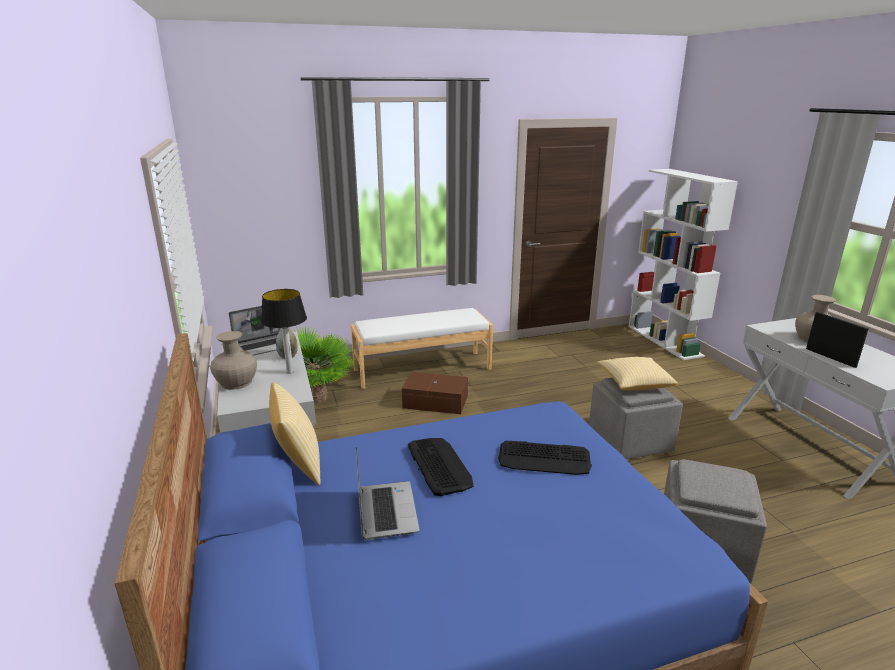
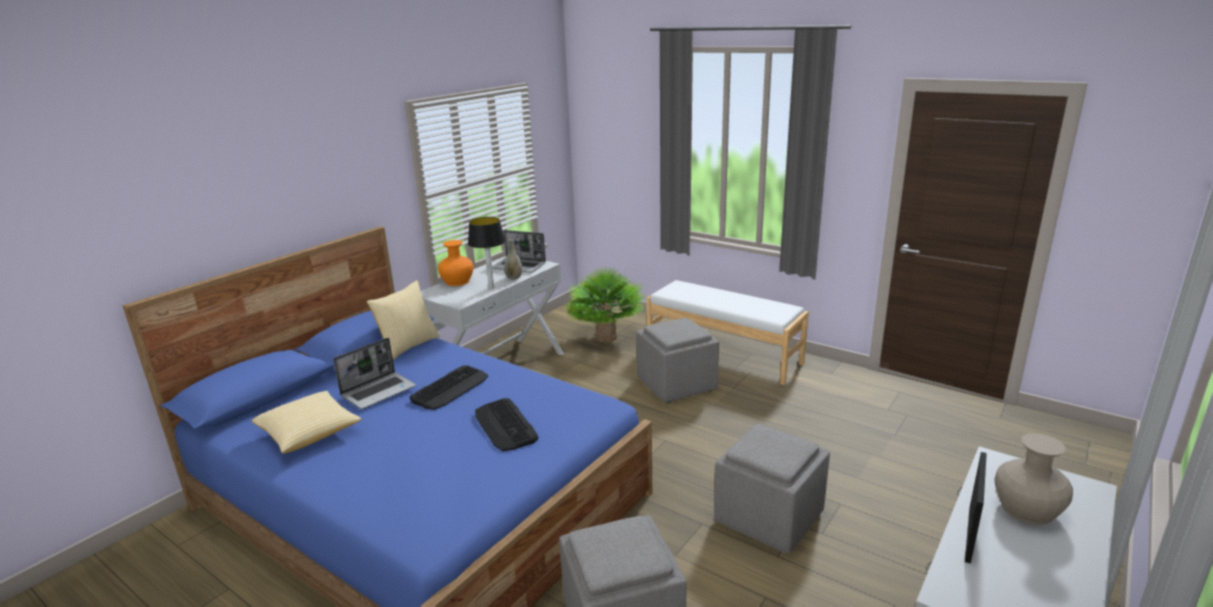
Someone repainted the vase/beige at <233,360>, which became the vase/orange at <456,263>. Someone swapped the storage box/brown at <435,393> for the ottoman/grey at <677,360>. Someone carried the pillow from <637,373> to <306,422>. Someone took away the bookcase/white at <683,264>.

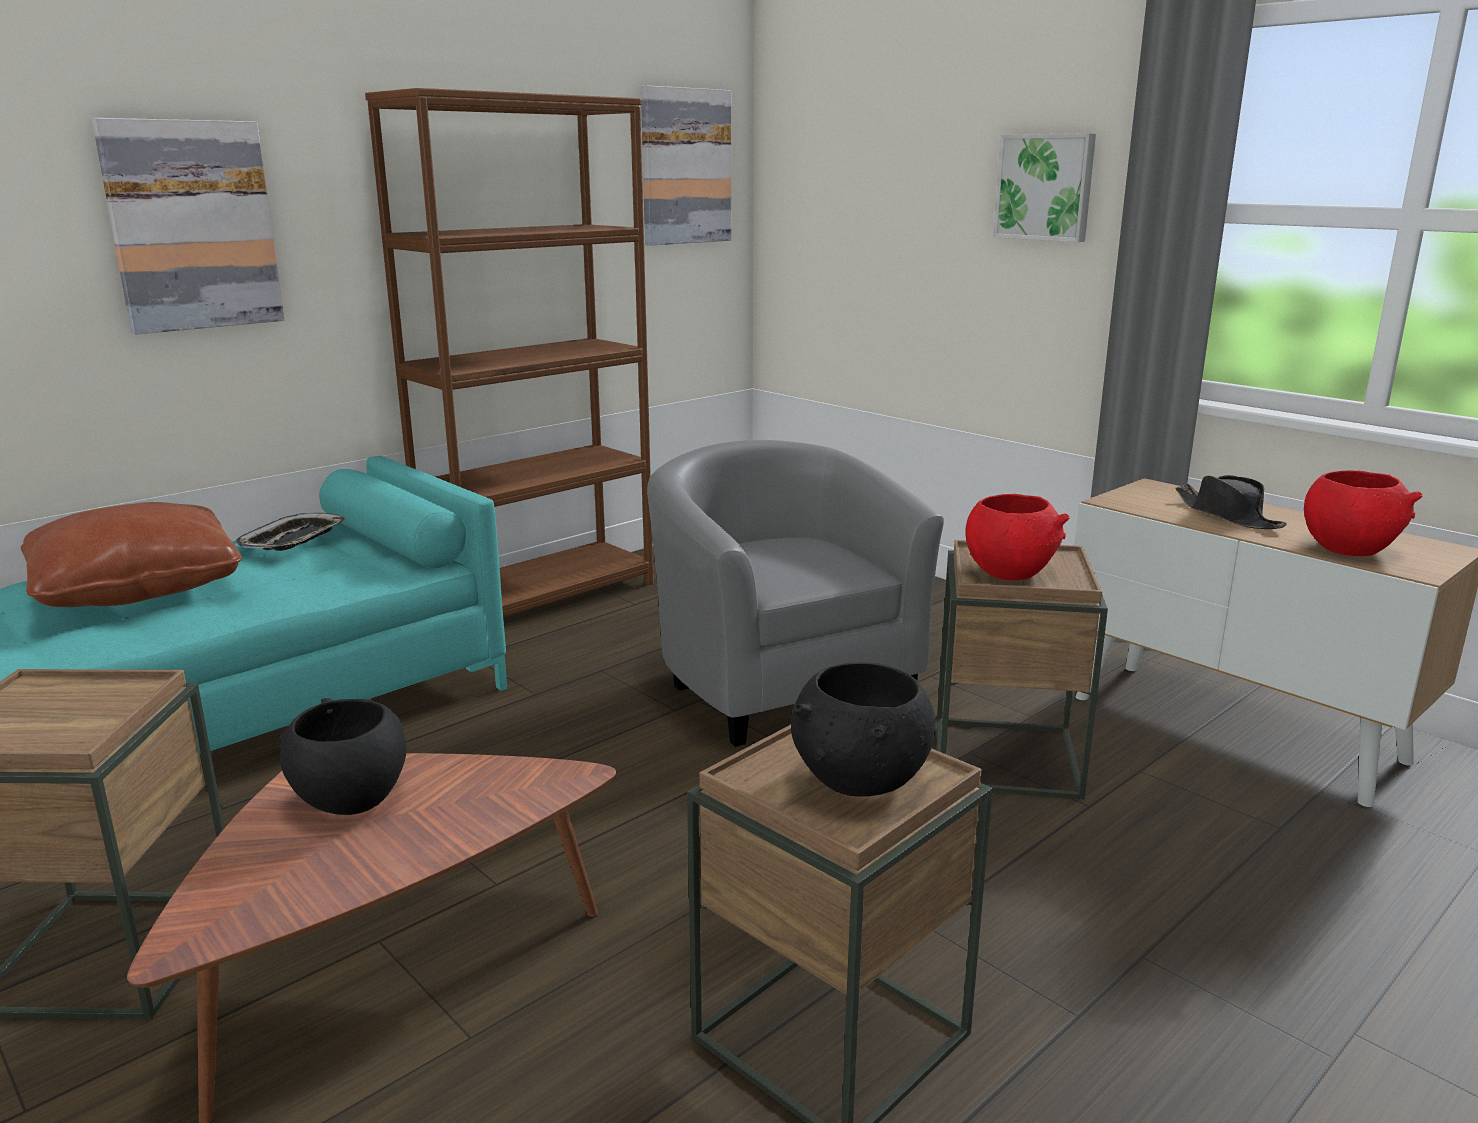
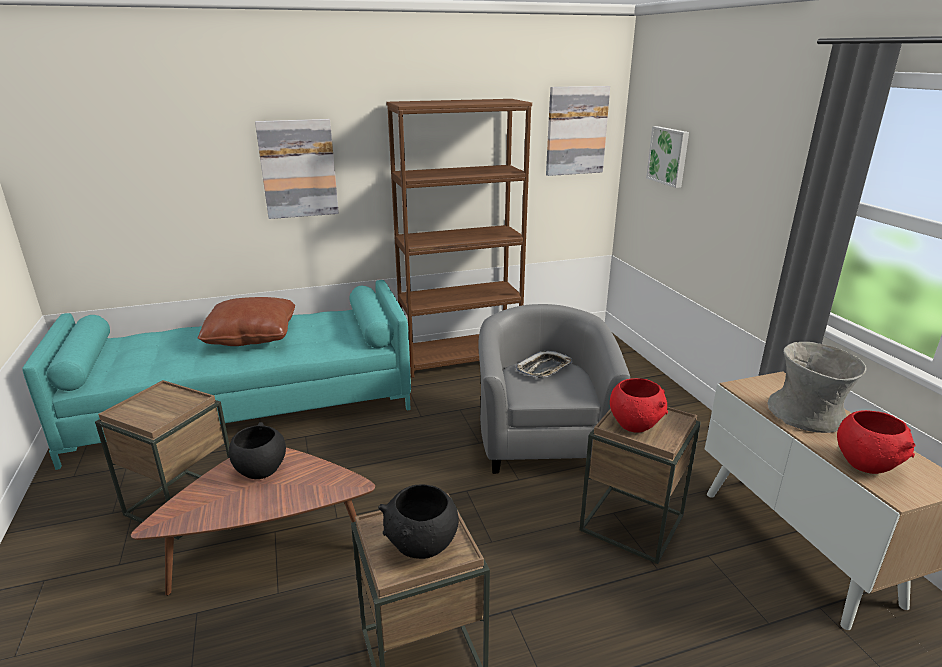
Someone carried the tray from <290,532> to <544,364>. Someone carried the picture from <1044,187> to <667,157>. Someone swapped the hat/black at <1231,502> for the vase/grey at <817,387>.

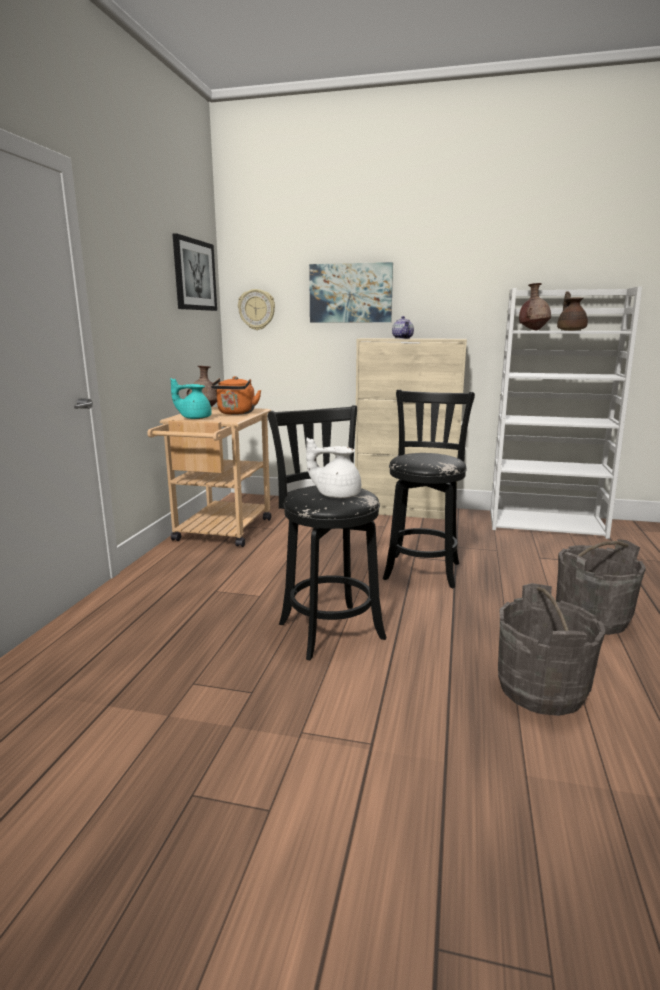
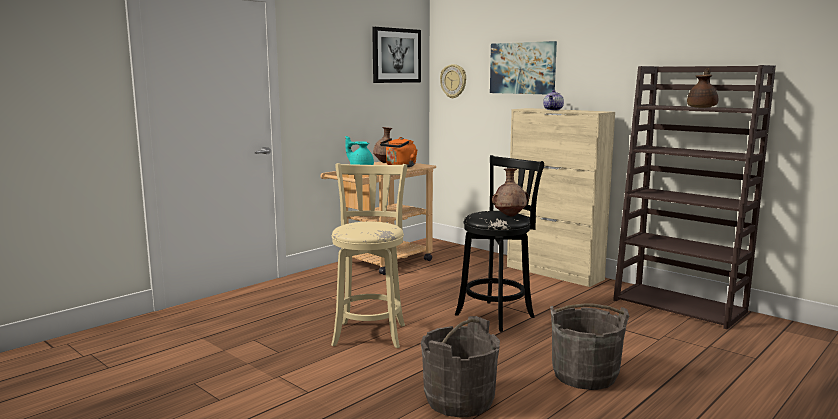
Someone repainted the stool/black at <327,533>, which became the stool/beige at <369,255>. Someone took away the teapot/white at <333,468>. Someone repainted the bookcase/white at <566,412>, which became the bookcase/brown at <694,197>. Someone carried the vase/brown from <535,306> to <510,192>.

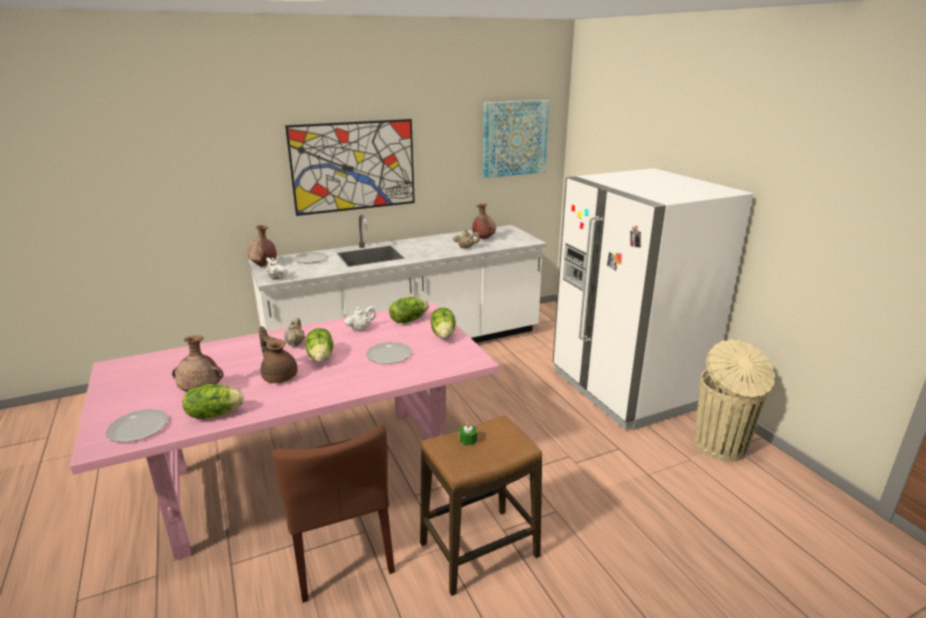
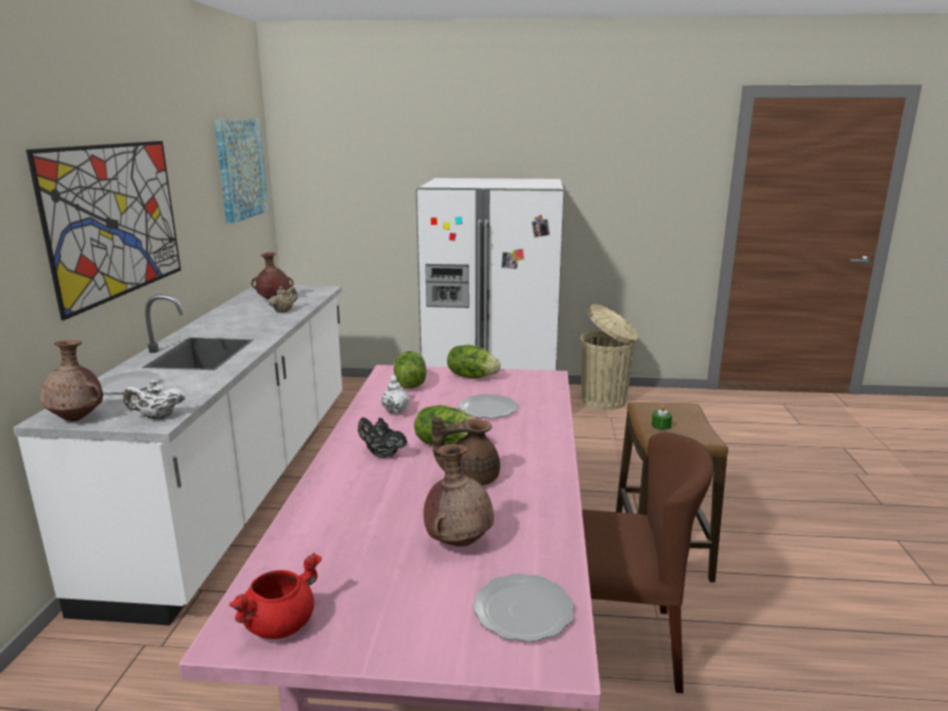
Someone took away the lettuce at <213,401>. Someone repainted the teapot/beige at <294,332>, which became the teapot/black at <382,438>. Someone put down the cooking pot/red at <275,596>.

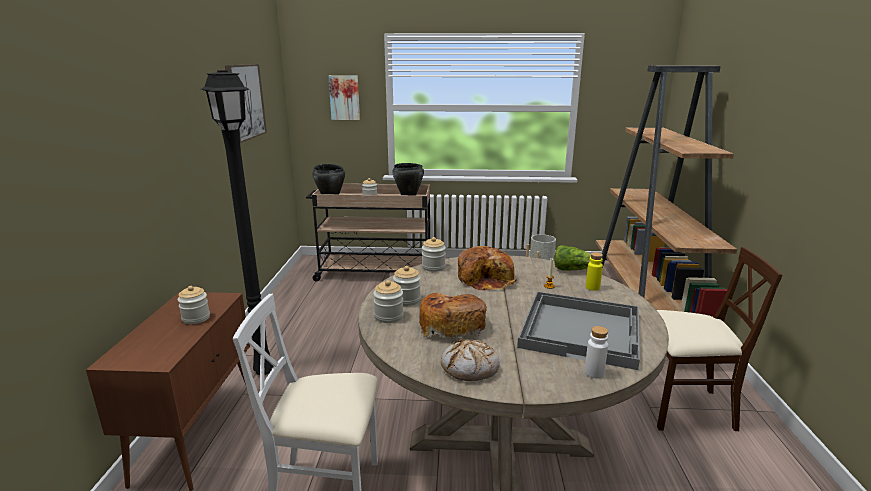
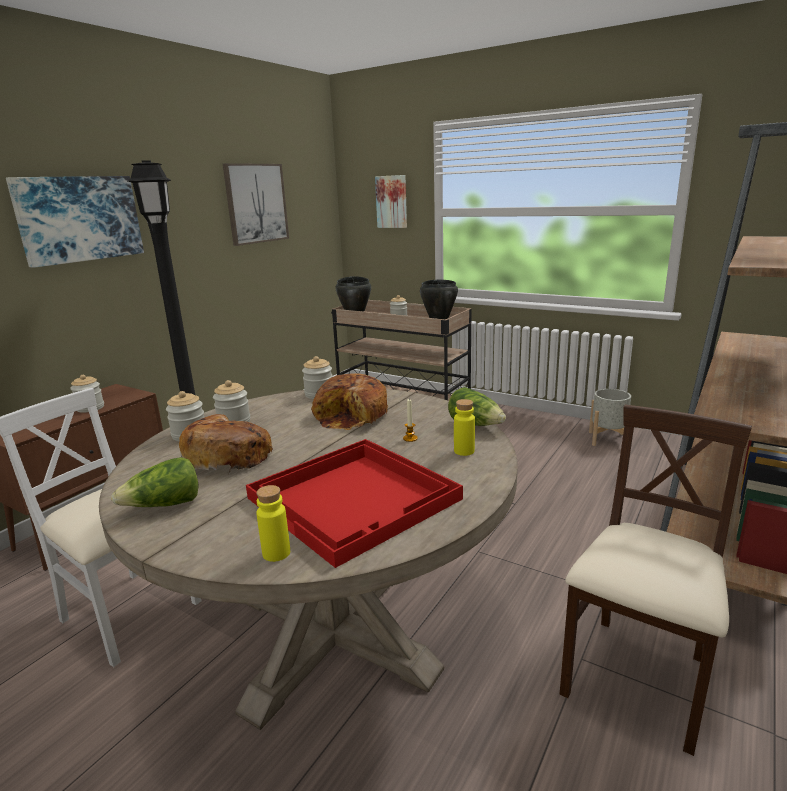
Someone swapped the bread at <470,360> for the lettuce at <155,482>. Someone repainted the tray/grey at <578,330>, which became the tray/red at <354,503>. Someone repainted the bottle/white at <596,352>, which became the bottle/yellow at <273,523>. Someone rotated the chair/beige at <720,339> by 90 degrees counterclockwise. Someone put up the picture at <75,222>.

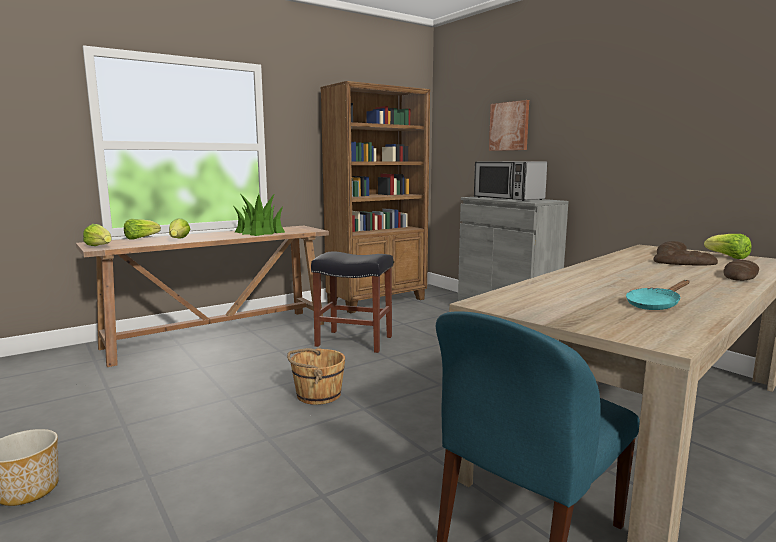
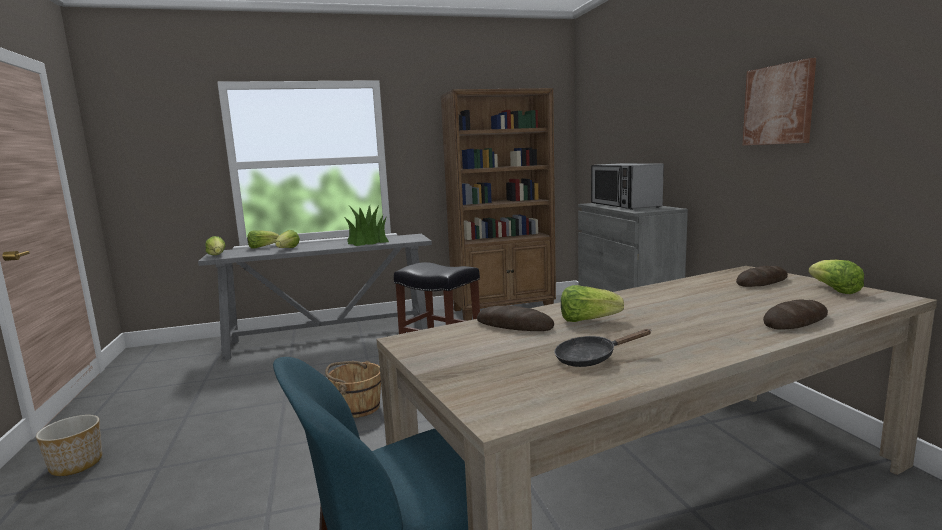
Someone repainted the console table/brown at <202,296>, which became the console table/grey at <315,297>. Someone carried the picture from <509,125> to <779,101>. Someone repainted the frying pan/turquoise at <657,295>, which became the frying pan/black at <603,348>. Someone carried the bread from <685,258> to <515,318>. Someone put down the lettuce at <592,303>.

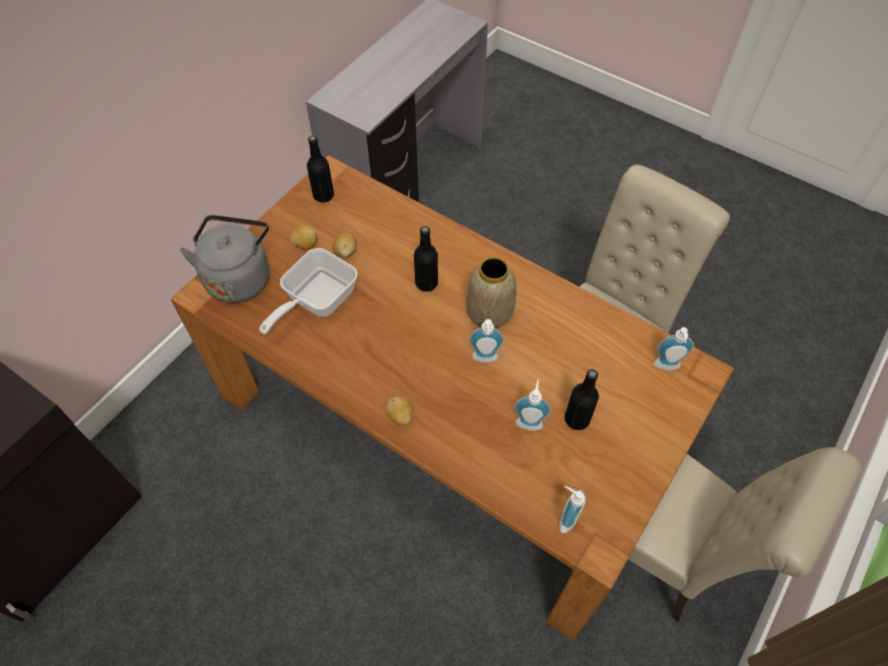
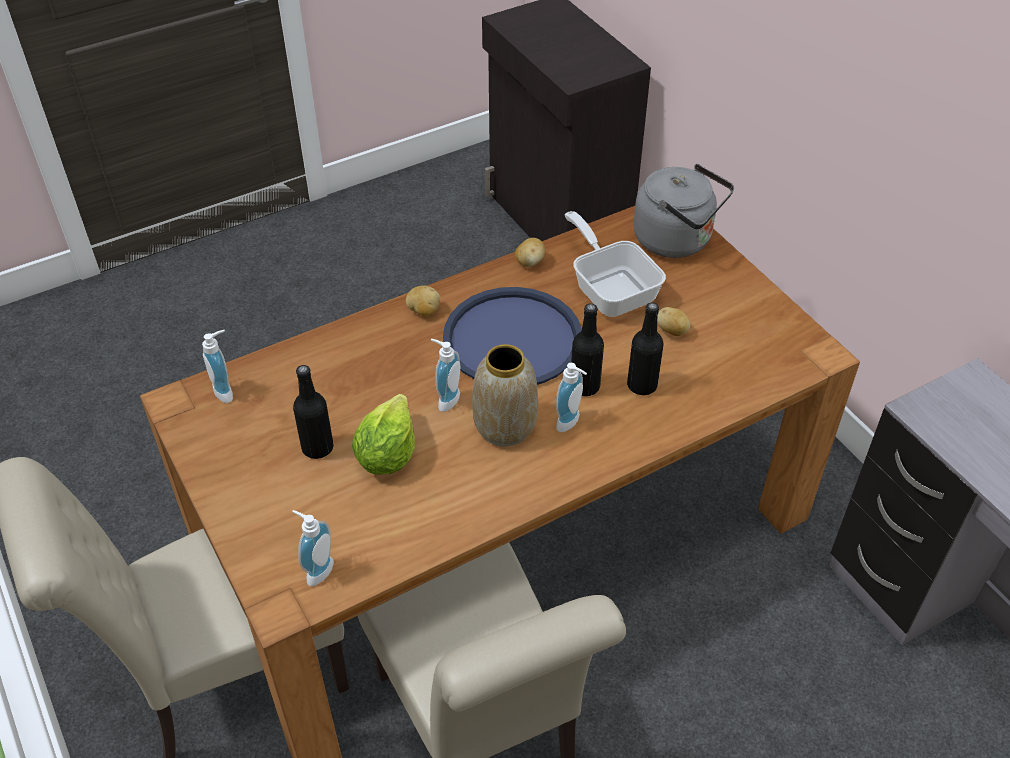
Someone carried the potato from <303,237> to <530,252>. Someone carried the bottle/black from <320,169> to <645,348>. Someone carried the soap dispenser from <532,405> to <571,397>. Someone put down the lettuce at <383,434>. Someone put down the tray/blue at <512,336>.

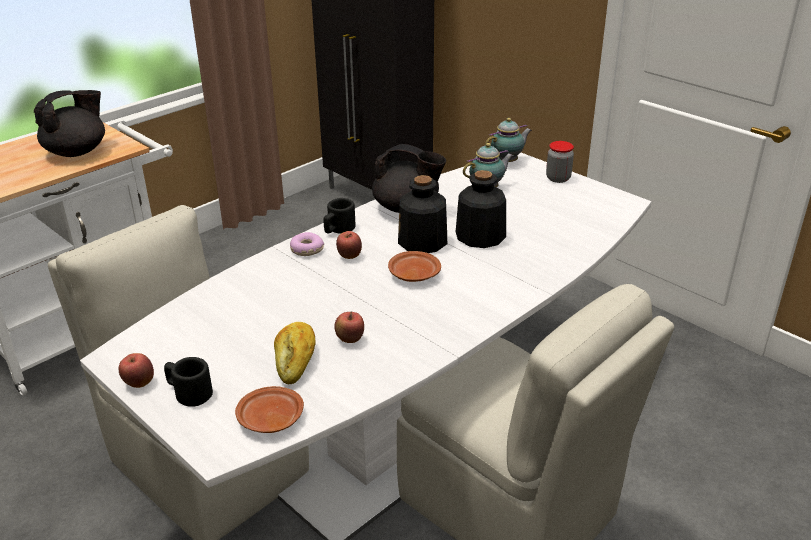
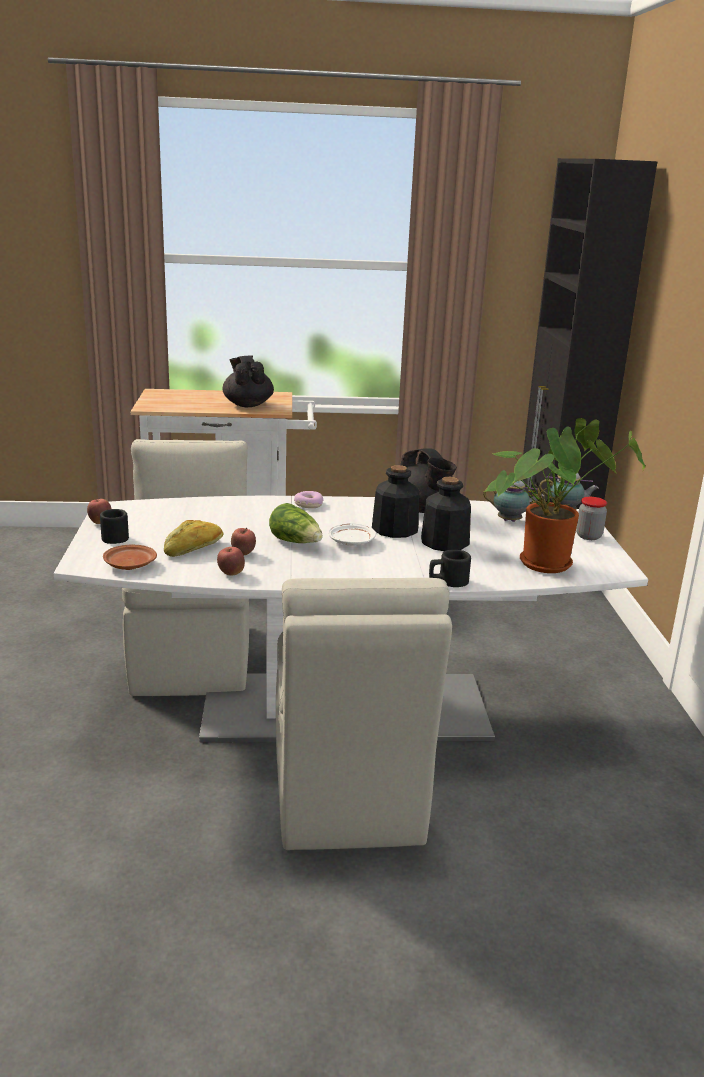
Someone rotated the teapot/black at <69,123> by 105 degrees counterclockwise. Someone carried the mug/black from <340,216> to <450,568>. Someone carried the apple from <349,245> to <231,561>. Someone repainted the plate/brown at <414,266>, which became the plate/white at <352,534>. Someone put down the lettuce at <296,523>. Someone put down the potted plant at <564,495>.

